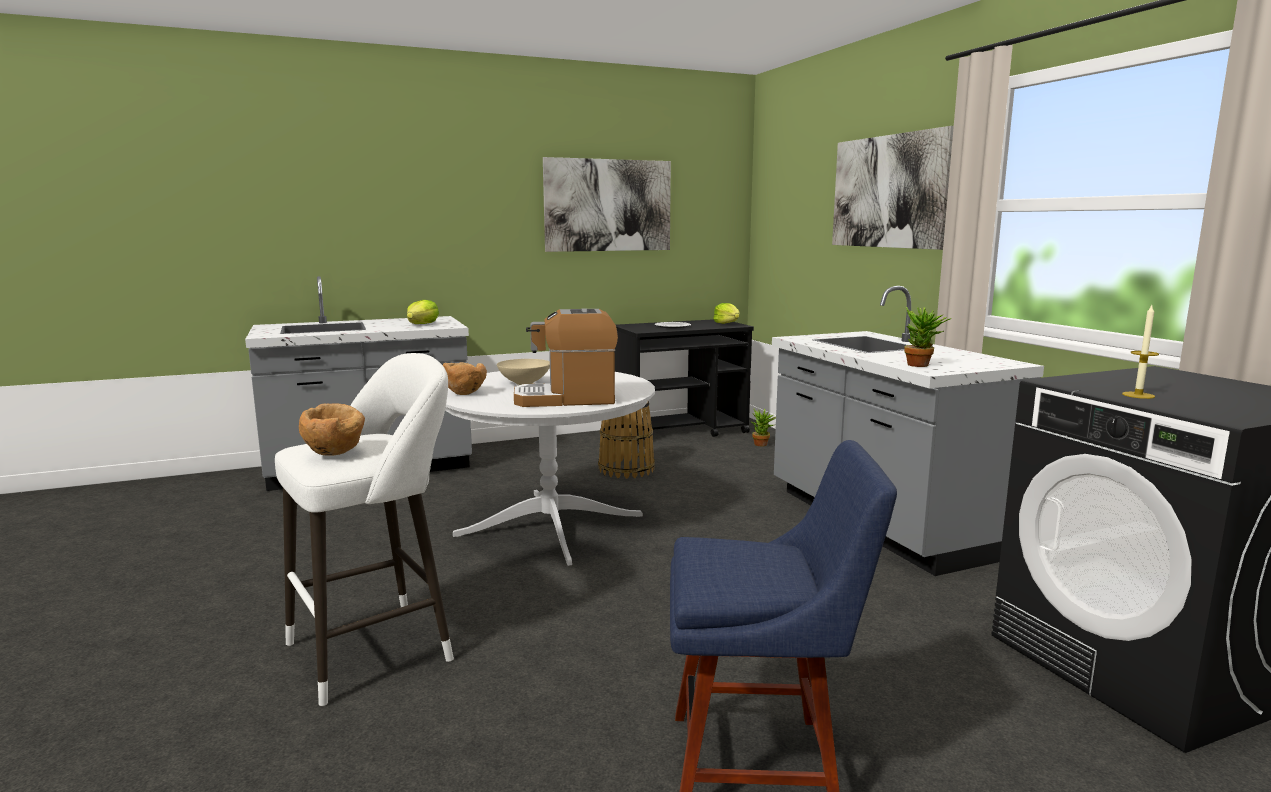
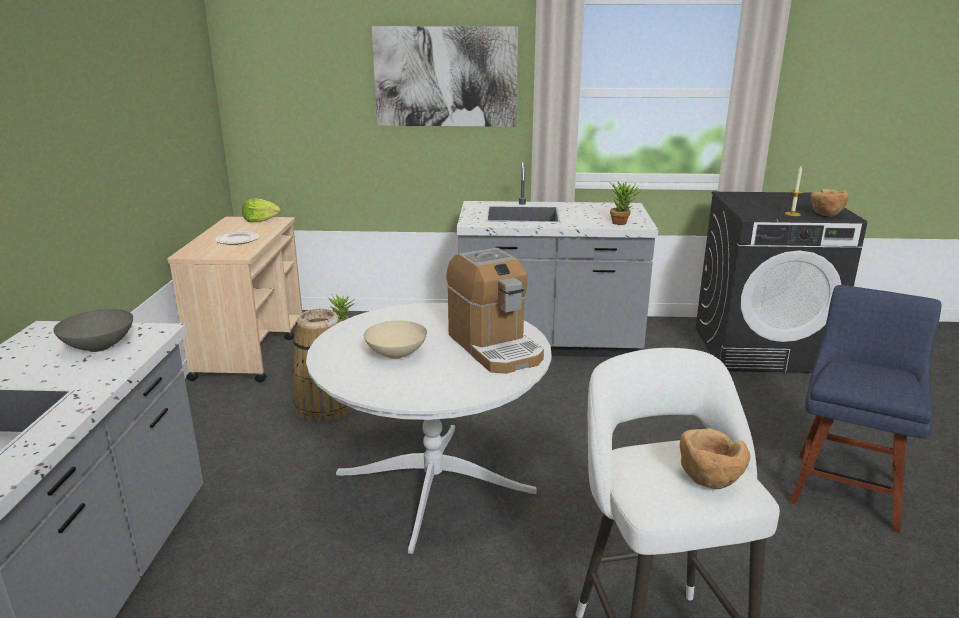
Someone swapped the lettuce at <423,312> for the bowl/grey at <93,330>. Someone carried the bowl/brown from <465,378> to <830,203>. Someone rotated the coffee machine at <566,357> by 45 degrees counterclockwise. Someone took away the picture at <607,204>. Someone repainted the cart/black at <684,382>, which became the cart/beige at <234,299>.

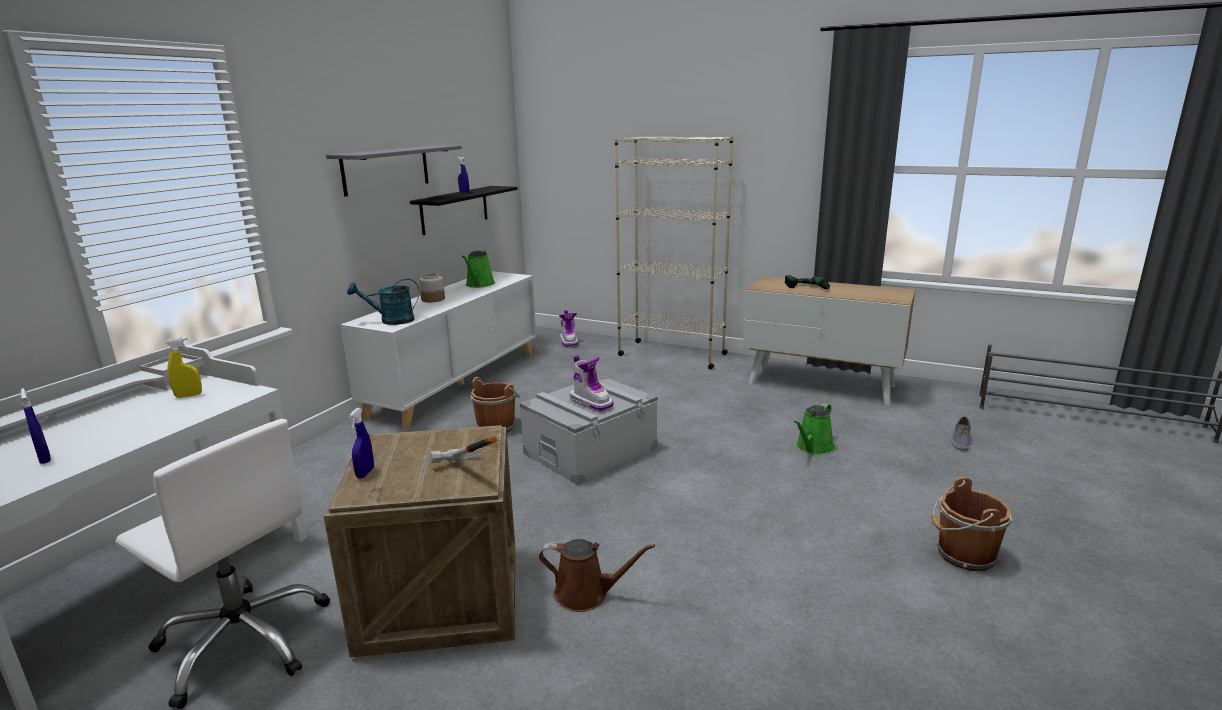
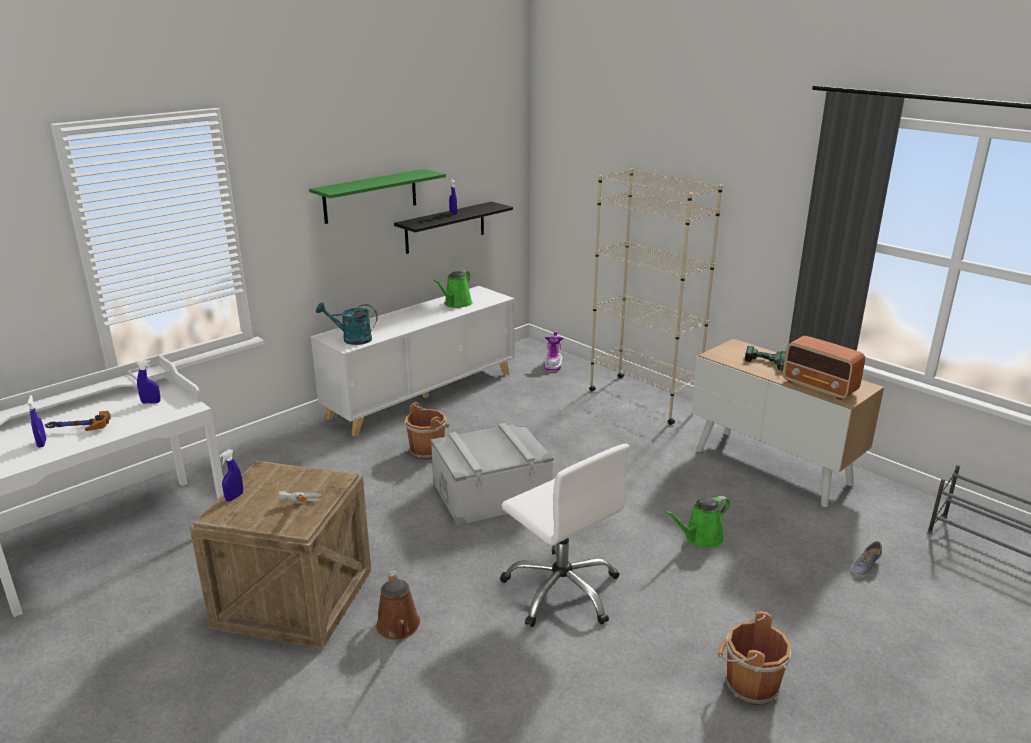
Someone carried the office chair/white from <222,564> to <564,535>. Someone repainted the spray bottle/yellow at <184,367>, which became the spray bottle/blue at <148,382>. Someone repainted the shelf/grey at <394,171>, which became the shelf/green at <377,196>. Someone took away the jar at <432,287>. Someone rotated the watering can/brown at <597,575> by 45 degrees clockwise. Someone took away the boot at <592,383>. Someone put down the hammer at <77,421>. Someone put down the radio at <824,368>.

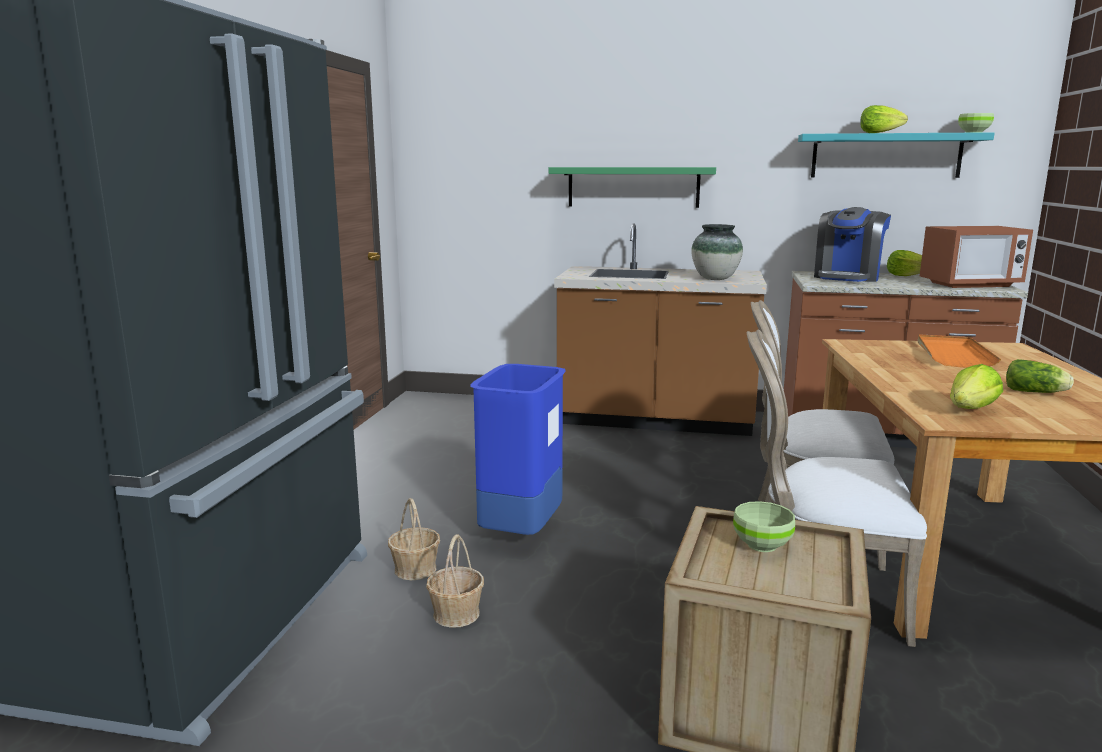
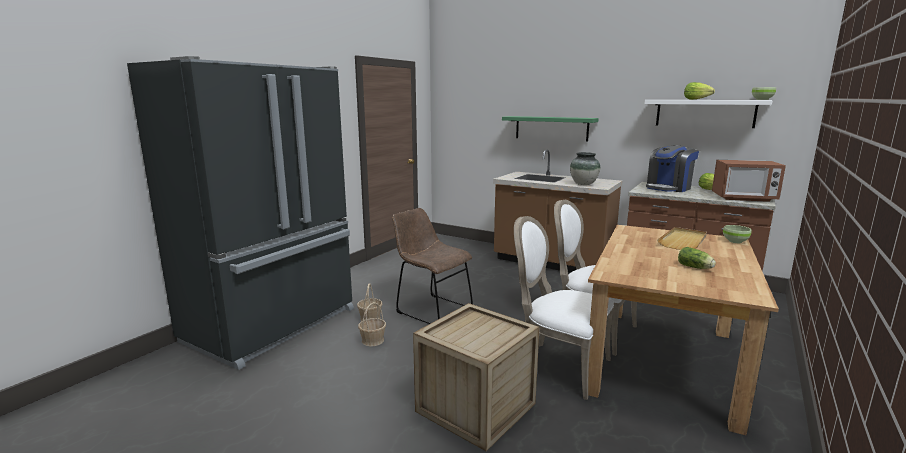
Someone swapped the trash can/blue at <518,449> for the chair/brown at <432,266>. Someone carried the bowl/green from <764,526> to <737,234>. Someone repainted the shelf/turquoise at <896,155>, which became the shelf/white at <708,114>. Someone repainted the tray/orange at <959,351>, which became the tray/beige at <682,238>. Someone took away the lettuce at <976,386>.

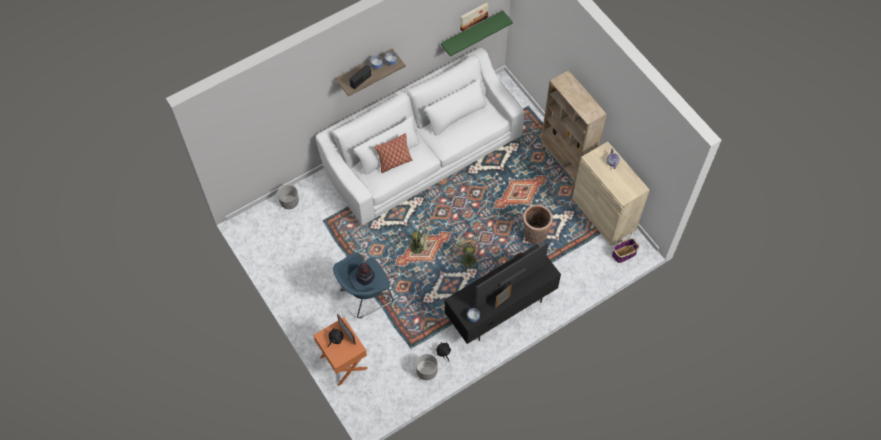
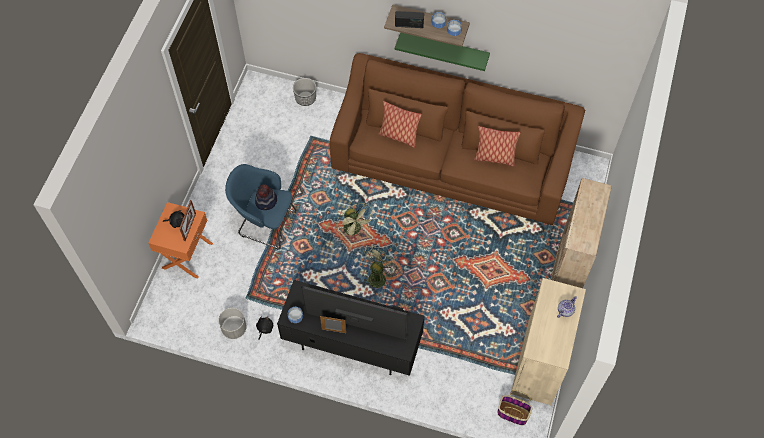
Someone repainted the sofa/white at <420,137>, which became the sofa/brown at <457,139>. Someone carried the shelf/green from <477,33> to <442,51>. Someone took away the picture at <474,17>. Someone took away the basket at <538,224>. Someone put down the pillow at <497,146>.

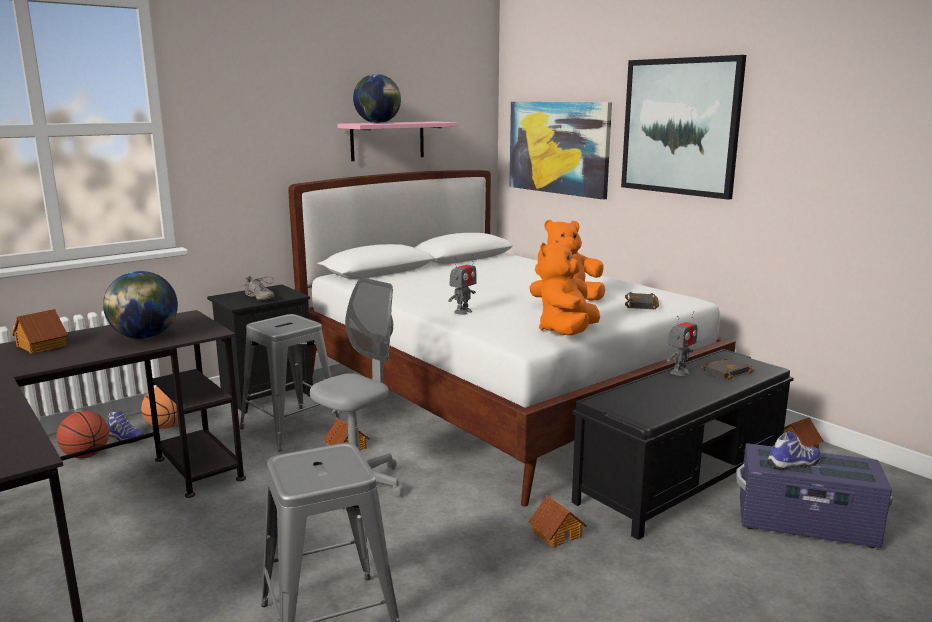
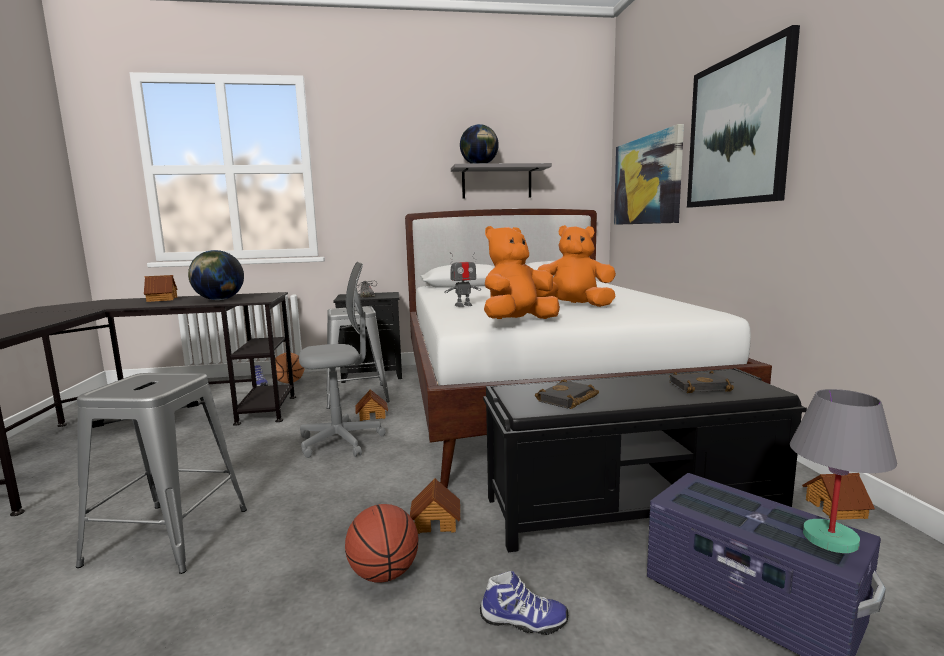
Someone carried the basketball from <82,434> to <382,543>. Someone repainted the shelf/pink at <397,141>, which became the shelf/grey at <501,181>. Someone carried the book/black from <642,301> to <567,394>. Someone took away the toy robot at <682,343>. Someone carried the shoe from <793,451> to <524,603>. Someone put down the table lamp/grey at <843,471>.

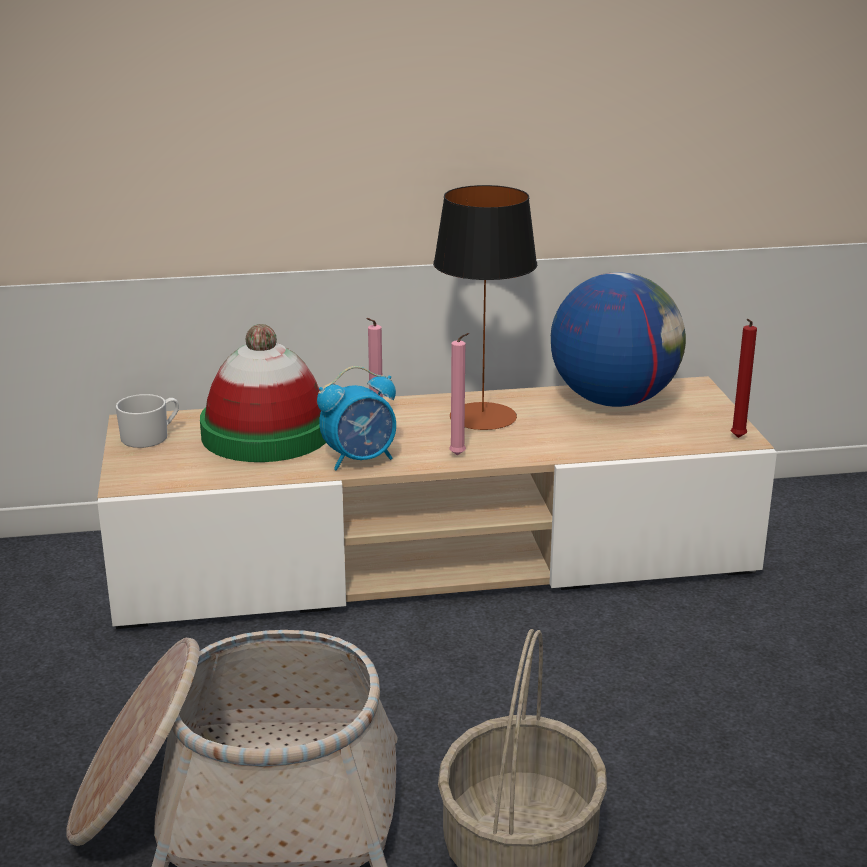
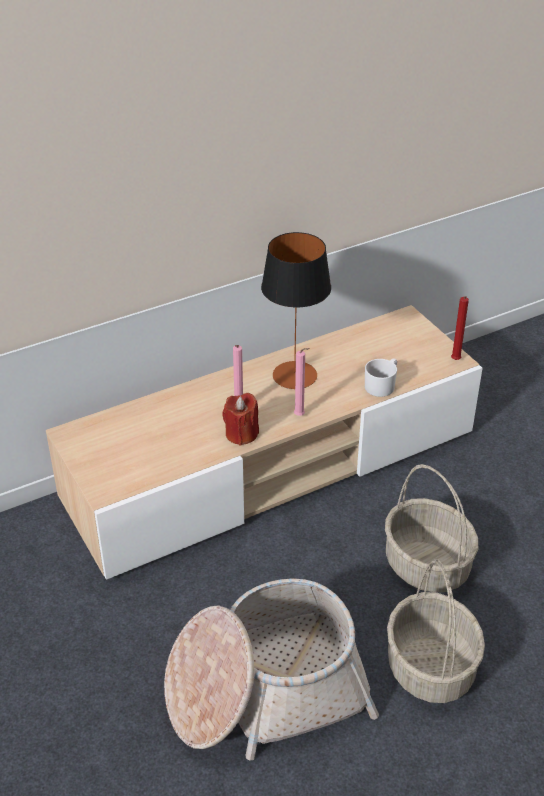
Someone carried the mug/white from <147,421> to <381,377>. Someone took away the hat at <263,393>. Someone swapped the alarm clock at <356,418> for the candle/red at <240,419>. Someone took away the globe at <618,339>. Someone put down the basket at <431,528>.

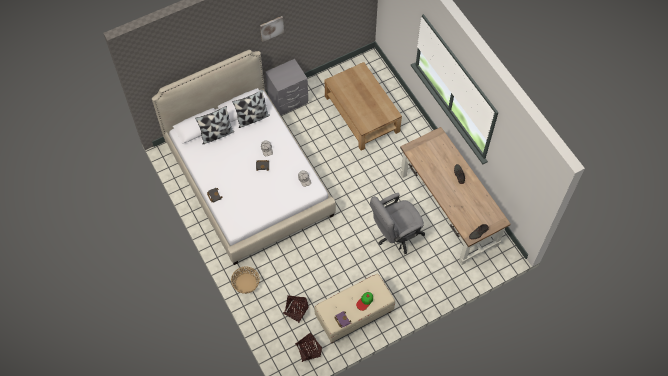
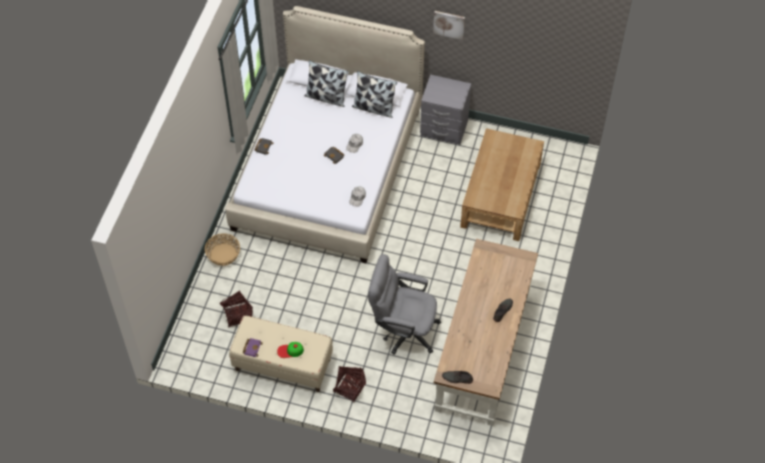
Someone carried the basket from <308,347> to <349,384>.

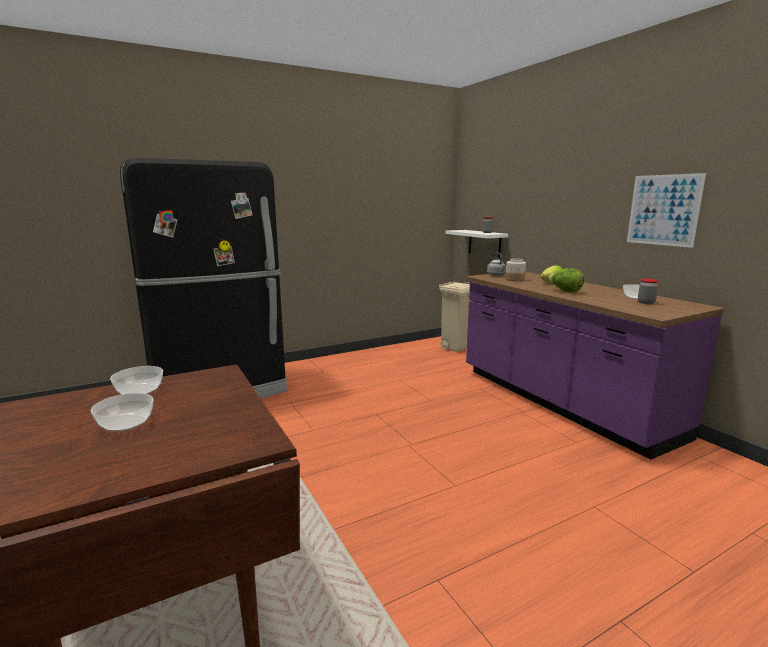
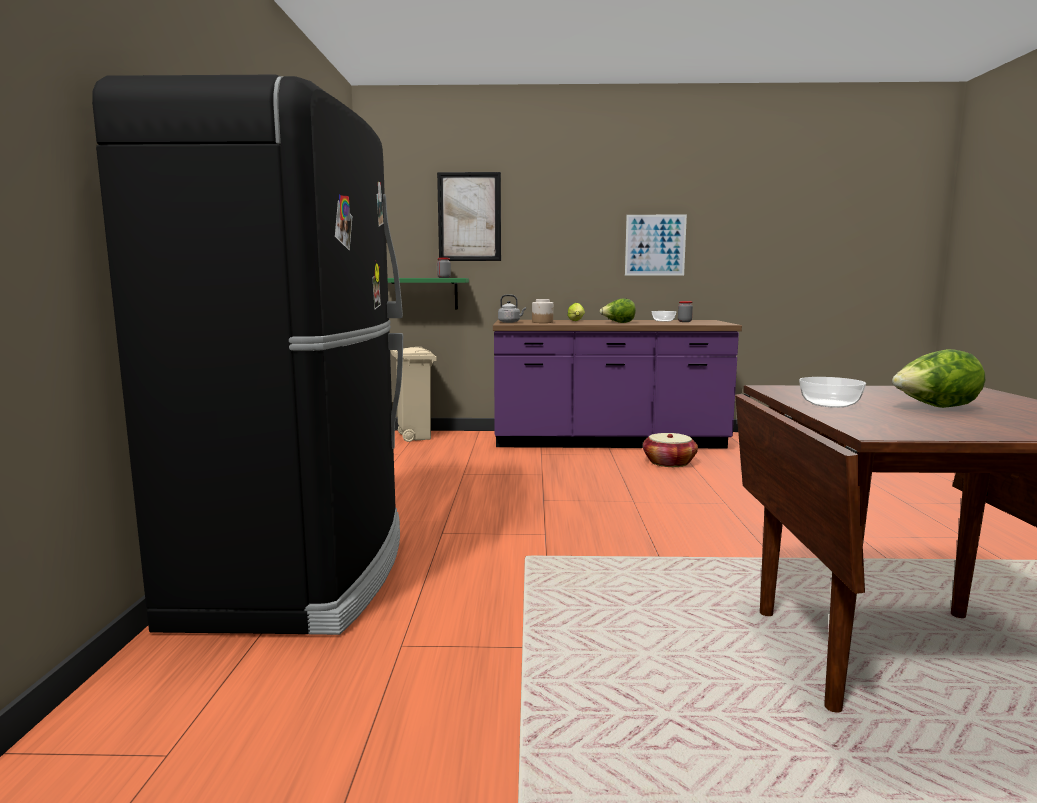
Someone swapped the bowl at <122,412> for the lettuce at <938,378>. Someone repainted the shelf/white at <476,244>, which became the shelf/green at <428,293>. Someone put up the picture at <469,216>. Someone put down the basket at <670,450>.

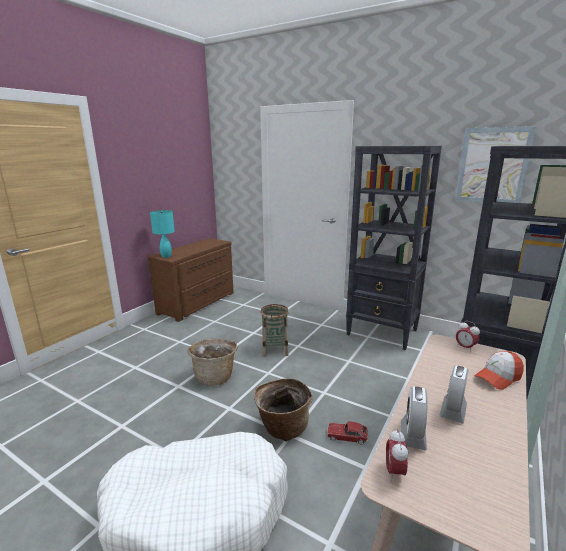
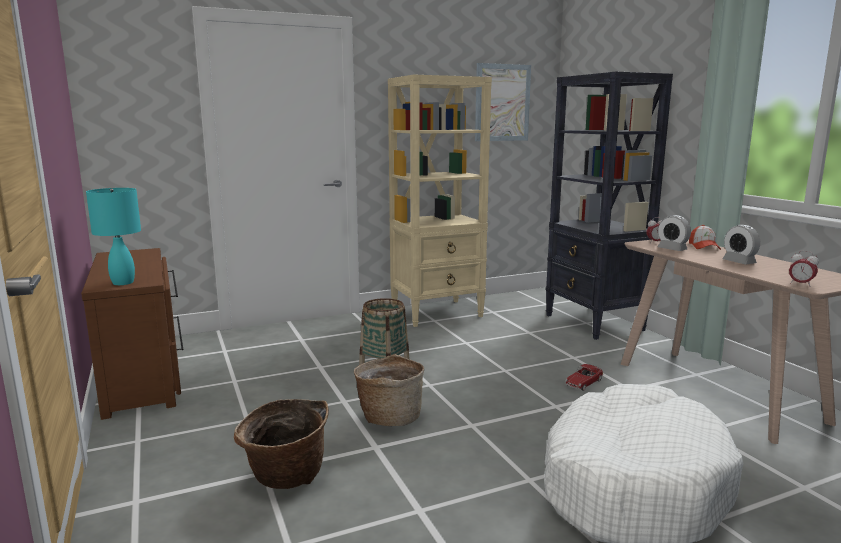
Someone carried the basket from <283,409> to <281,444>. Someone repainted the bookcase/black at <394,248>, which became the bookcase/beige at <440,200>. Someone carried the alarm clock from <414,418> to <674,233>.

